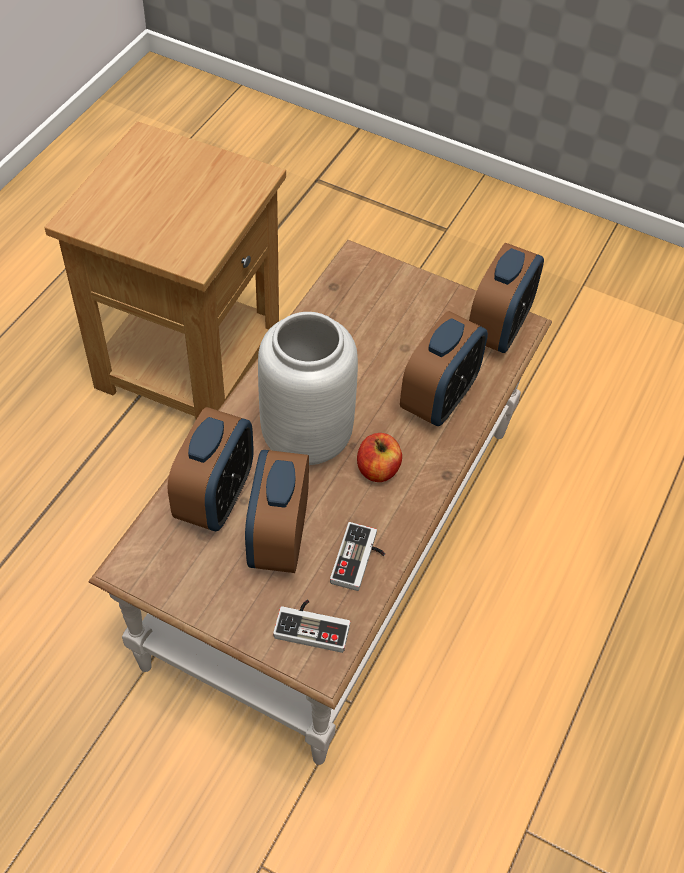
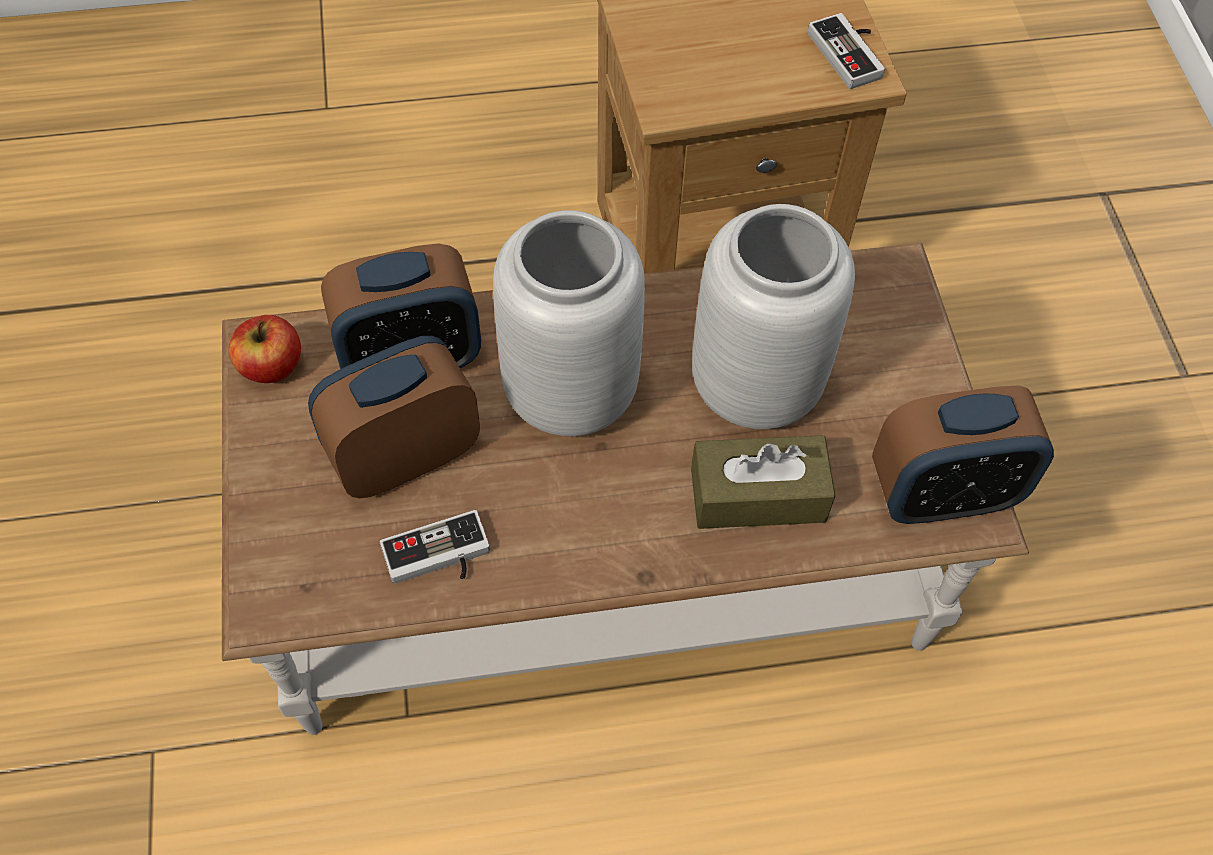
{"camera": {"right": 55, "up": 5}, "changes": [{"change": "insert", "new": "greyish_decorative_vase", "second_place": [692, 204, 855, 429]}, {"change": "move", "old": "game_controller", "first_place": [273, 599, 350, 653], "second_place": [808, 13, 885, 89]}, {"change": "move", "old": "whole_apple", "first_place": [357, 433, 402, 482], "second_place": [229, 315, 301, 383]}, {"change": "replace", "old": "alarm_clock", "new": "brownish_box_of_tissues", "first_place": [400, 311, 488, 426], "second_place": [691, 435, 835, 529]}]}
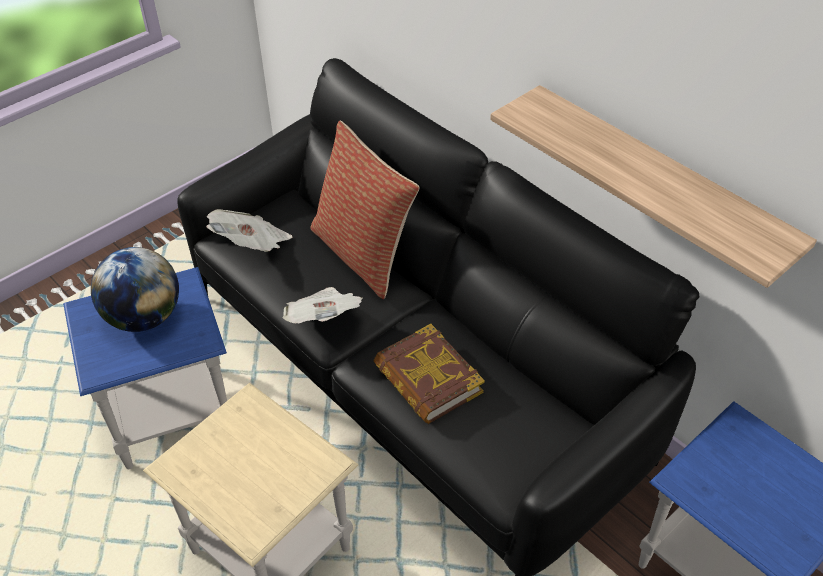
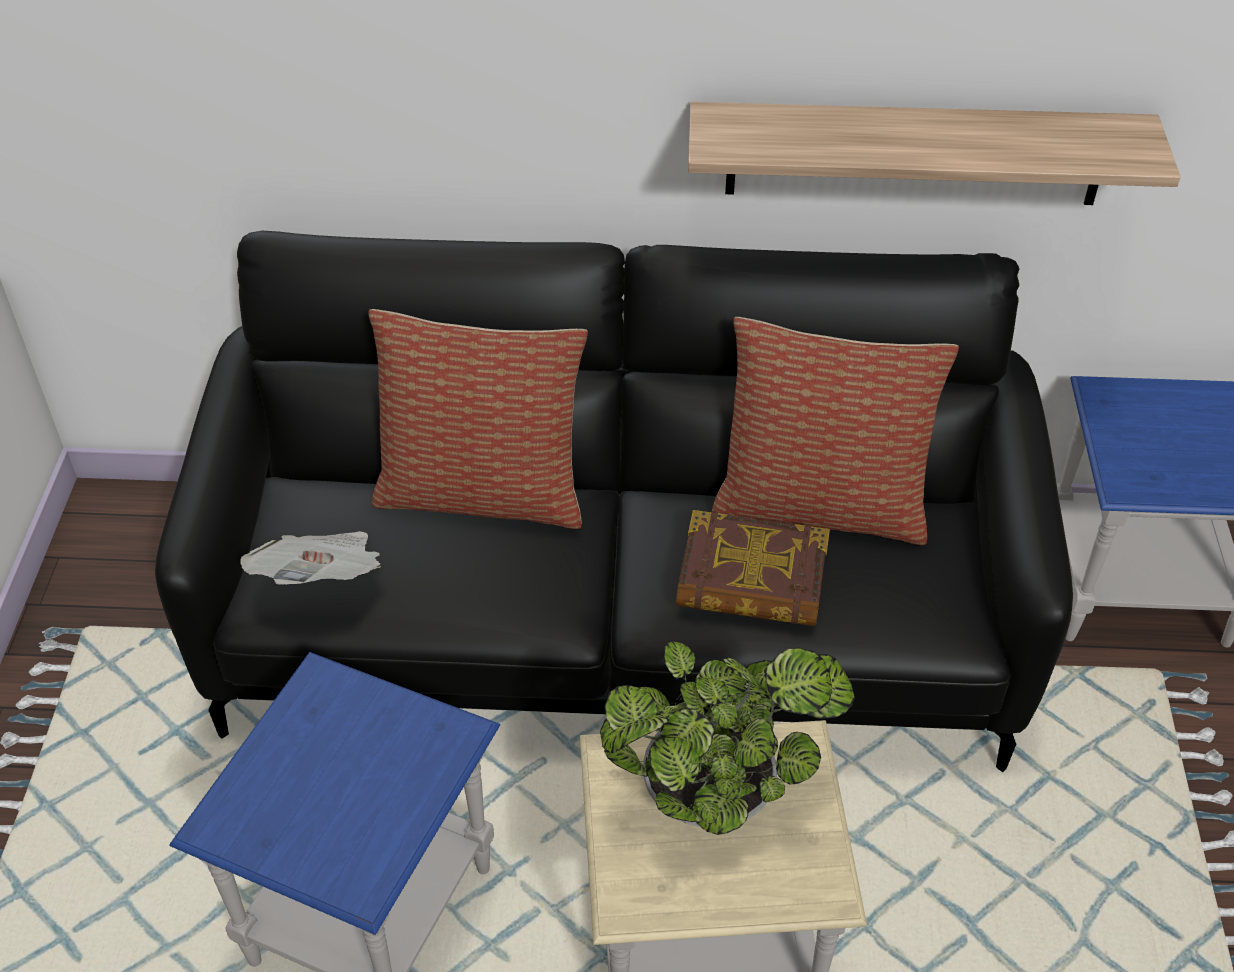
{"camera": {"right": -45, "up": 0}, "changes": [{"change": "delete", "old": "globe", "first_place": [91, 247, 179, 332]}, {"change": "delete", "old": "daily_paper", "first_place": [283, 287, 362, 323]}, {"change": "insert", "new": "plant_in_a_pot", "second_place": [600, 641, 855, 835]}, {"change": "insert", "new": "cushion", "second_place": [712, 317, 959, 545]}]}
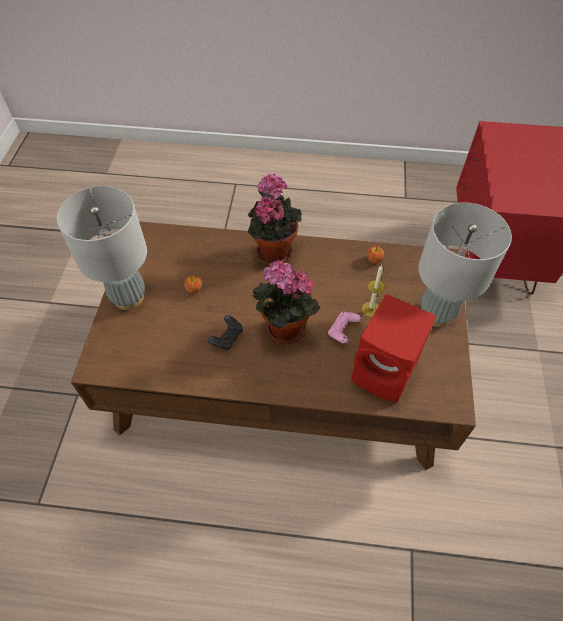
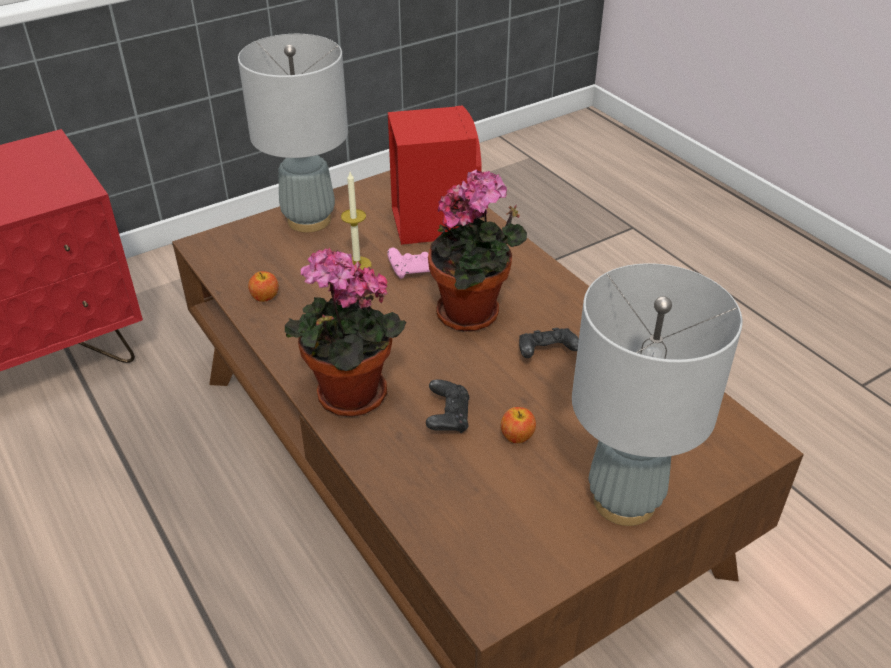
{"camera": {"right": -130, "up": -15}, "changes": [{"change": "insert", "new": "black-coloured_game_controller", "second_place": [426, 379, 470, 433]}]}
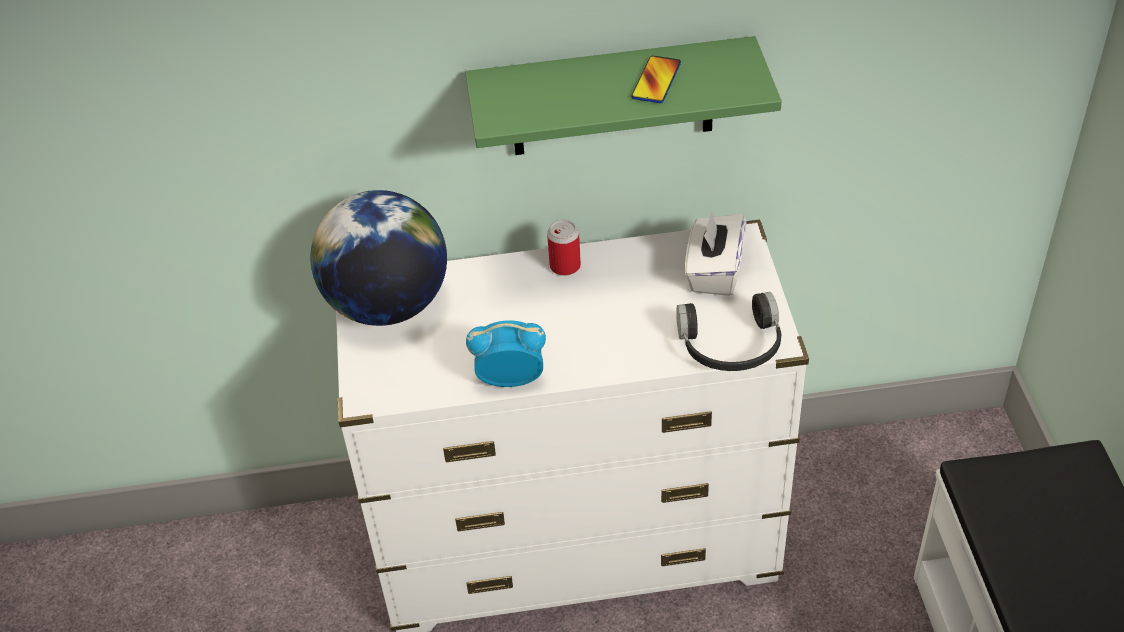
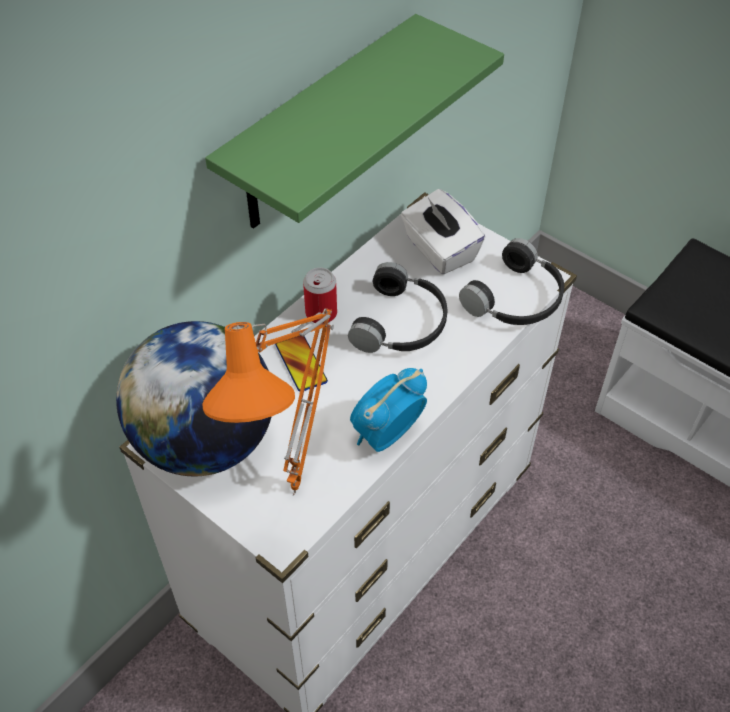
{"camera": {"right": -45, "up": 5}, "changes": [{"change": "insert", "new": "orange_tabletop_lamp", "second_place": [202, 308, 334, 496]}, {"change": "insert", "new": "black-coloured_headphones", "second_place": [348, 262, 448, 353]}, {"change": "move", "old": "phone", "first_place": [631, 56, 681, 103], "second_place": [275, 336, 328, 392]}]}
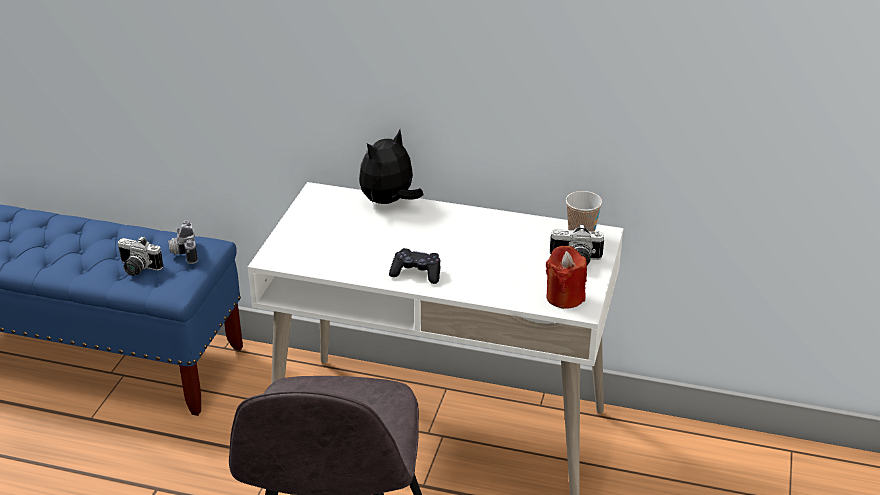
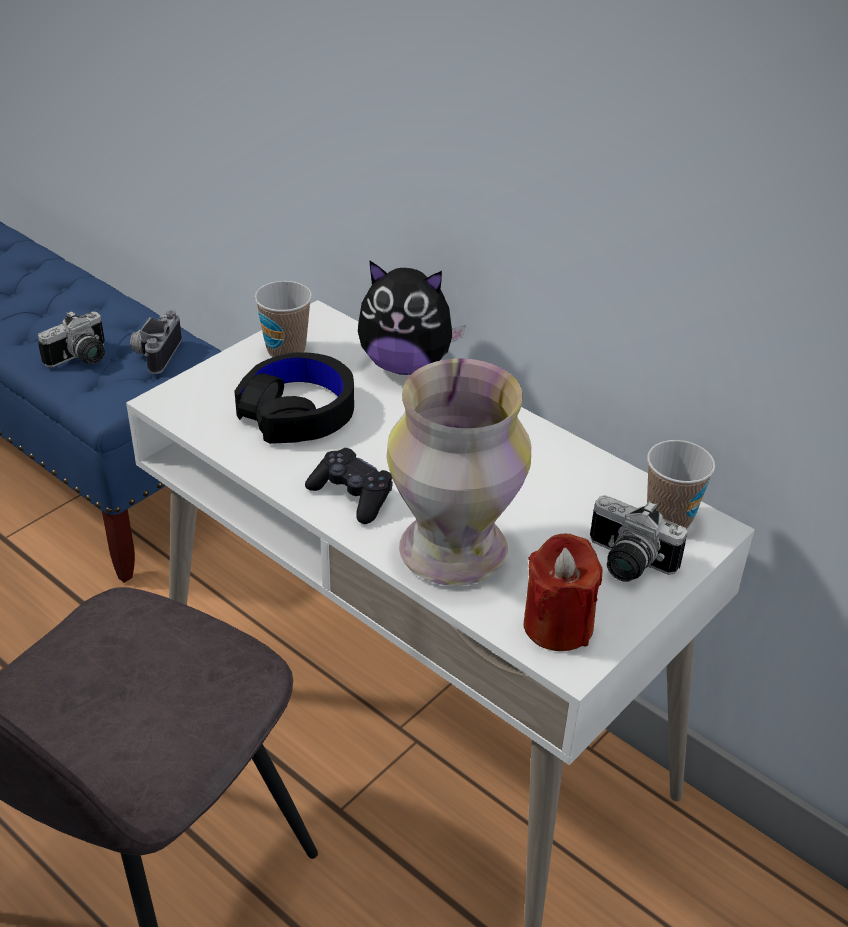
{"camera": {"right": 25, "up": 5}, "changes": [{"change": "insert", "new": "black-coloured_headphones", "second_place": [234, 352, 354, 444]}, {"change": "insert", "new": "drinking_cup", "second_place": [254, 281, 312, 357]}, {"change": "insert", "new": "decorative_vase", "second_place": [387, 358, 531, 586]}, {"change": "rotate", "old": "photo_camera", "first_place": [117, 236, 163, 276], "second_place": [38, 311, 105, 368], "degrees": -90}, {"change": "rotate", "old": "soft_toy", "first_place": [359, 130, 423, 204], "second_place": [358, 260, 466, 375], "degrees": -150}]}
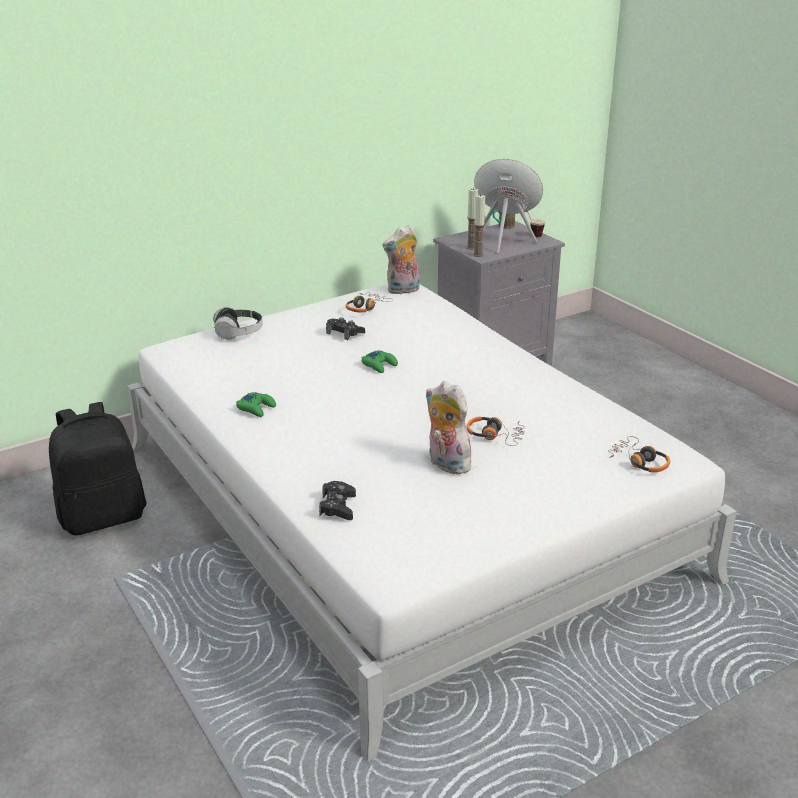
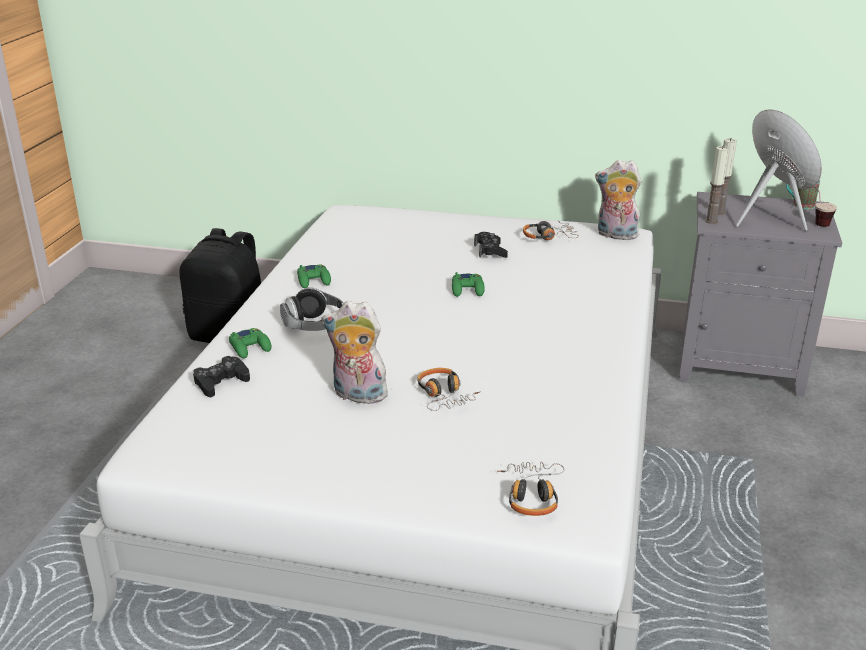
{"camera": {"right": 45, "up": 0}, "changes": [{"change": "insert", "new": "green-coloured_game_controller", "second_place": [229, 328, 272, 358]}, {"change": "move", "old": "headphones", "first_place": [213, 307, 263, 340], "second_place": [280, 287, 344, 331]}, {"change": "rotate", "old": "soft_toy", "first_place": [425, 381, 477, 474], "second_place": [322, 301, 388, 404], "degrees": -75}]}
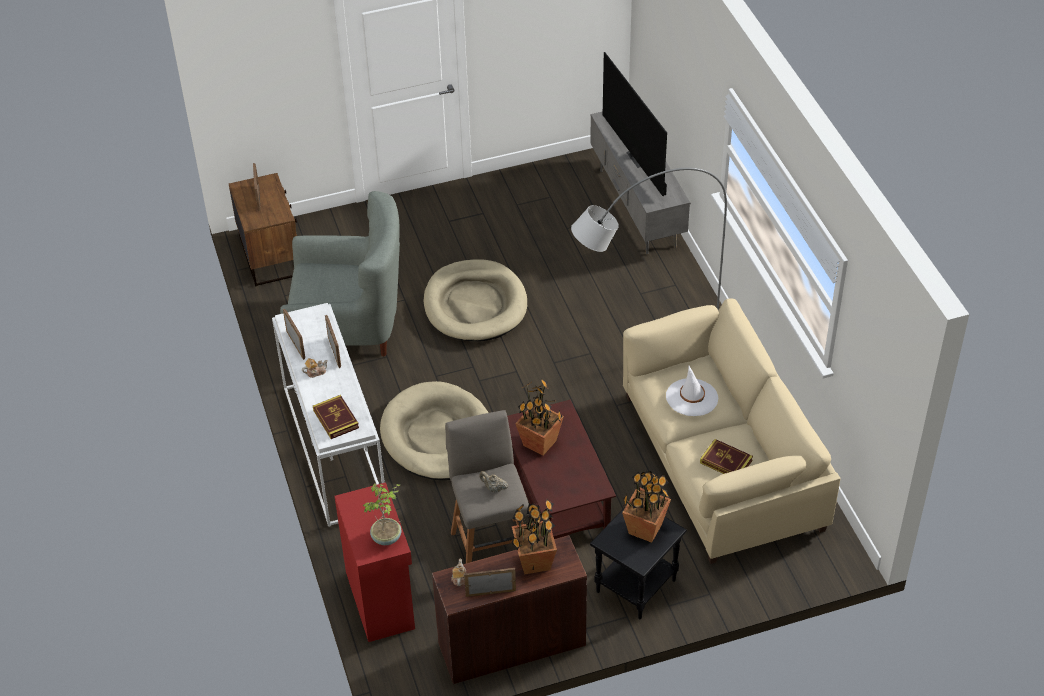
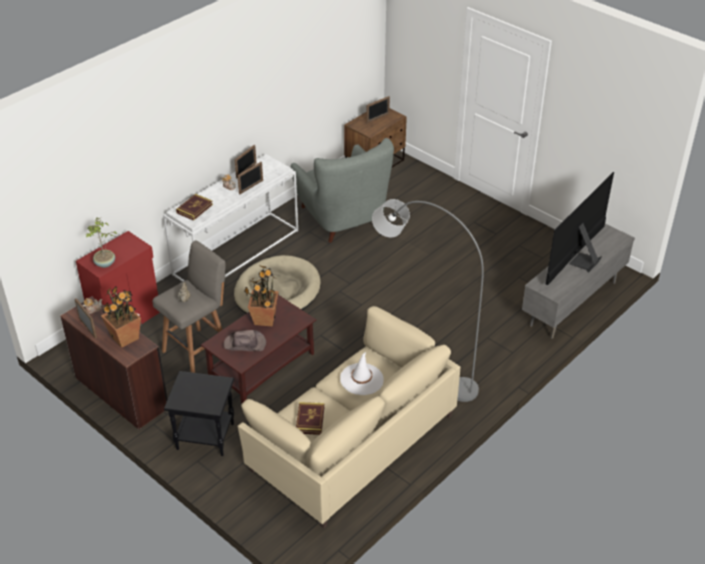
{"camera": {"right": 60, "up": -5}, "changes": [{"change": "delete", "old": "sand-coloured_dog_bed", "first_place": [424, 259, 527, 341]}, {"change": "delete", "old": "plant_in_a_pot", "first_place": [622, 471, 671, 543]}, {"change": "insert", "new": "brownish_clothing_hat", "second_place": [224, 330, 266, 351]}]}
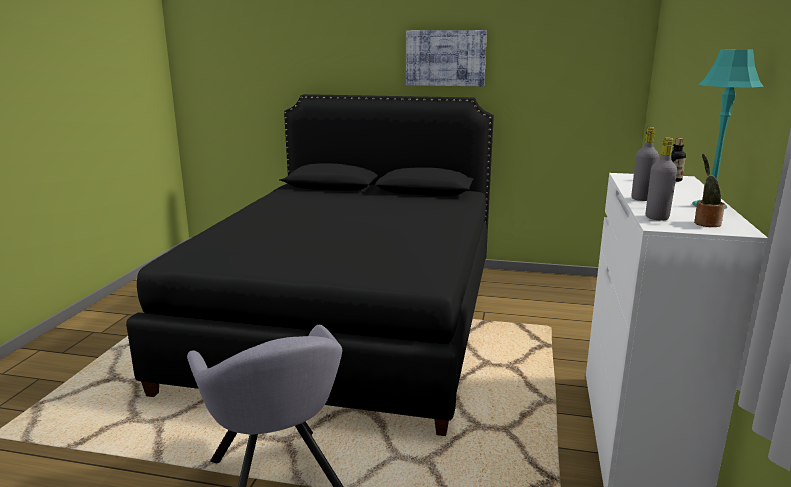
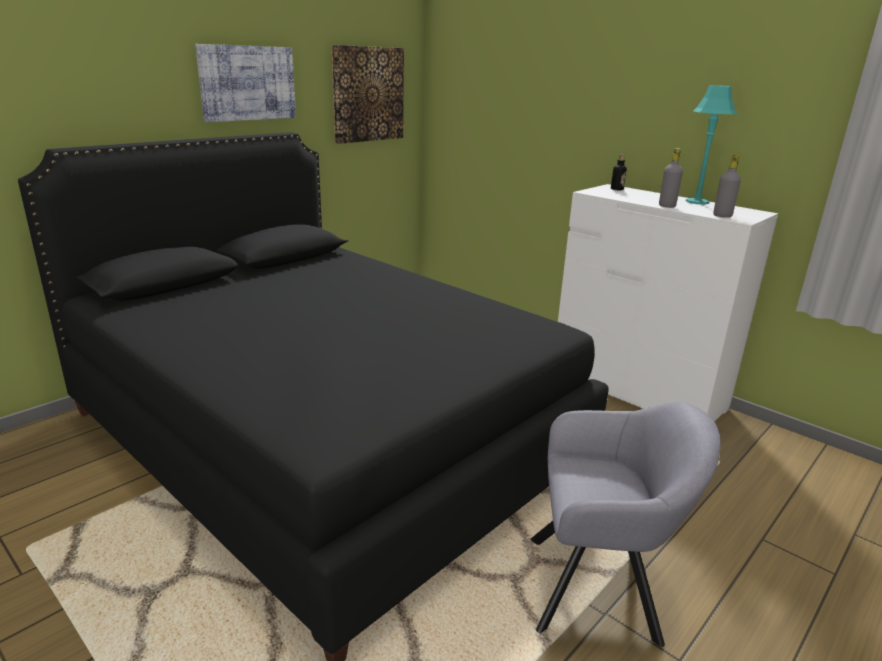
{"camera": {"right": -60, "up": 5}, "changes": [{"change": "delete", "old": "plant_in_a_pot", "first_place": [694, 154, 725, 227]}, {"change": "insert", "new": "picture", "second_place": [332, 45, 404, 144]}]}
